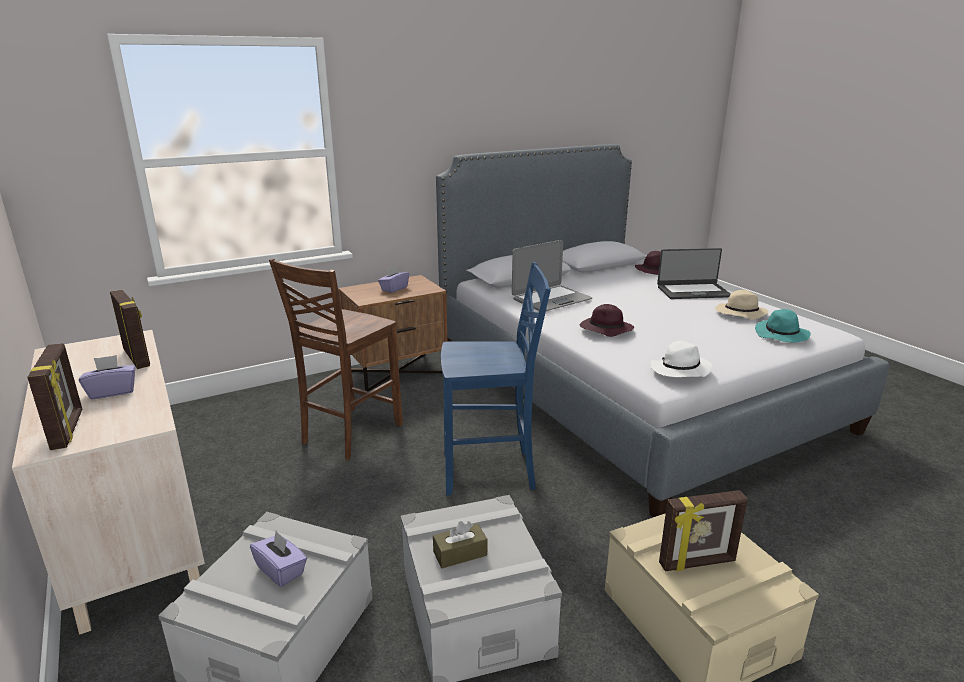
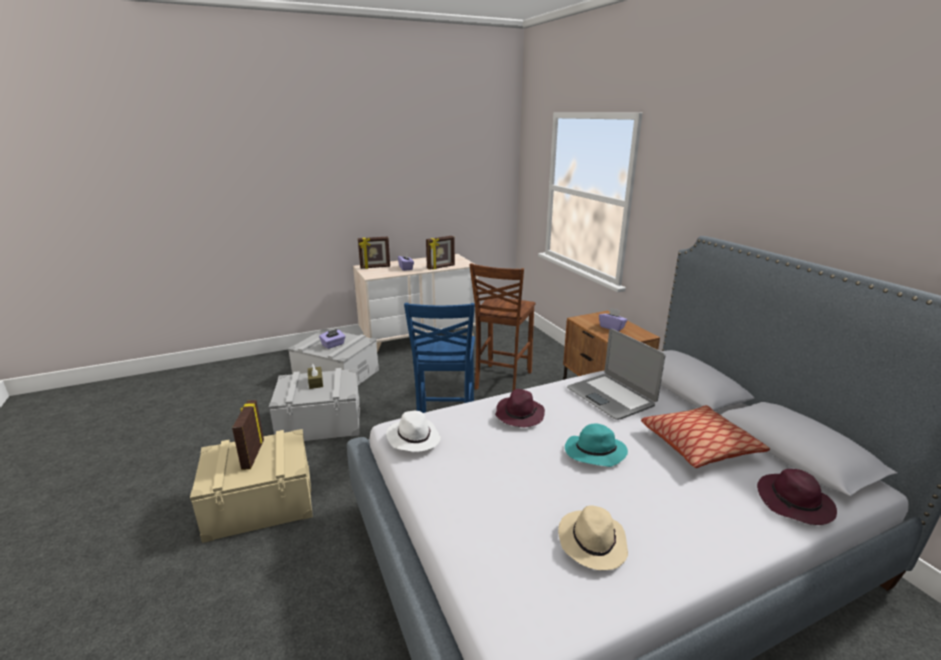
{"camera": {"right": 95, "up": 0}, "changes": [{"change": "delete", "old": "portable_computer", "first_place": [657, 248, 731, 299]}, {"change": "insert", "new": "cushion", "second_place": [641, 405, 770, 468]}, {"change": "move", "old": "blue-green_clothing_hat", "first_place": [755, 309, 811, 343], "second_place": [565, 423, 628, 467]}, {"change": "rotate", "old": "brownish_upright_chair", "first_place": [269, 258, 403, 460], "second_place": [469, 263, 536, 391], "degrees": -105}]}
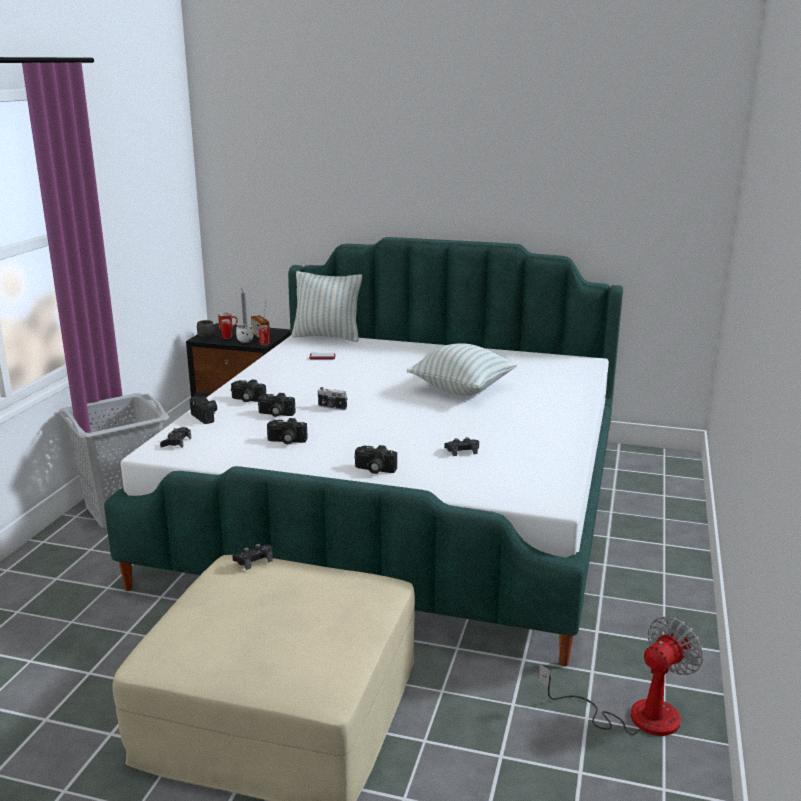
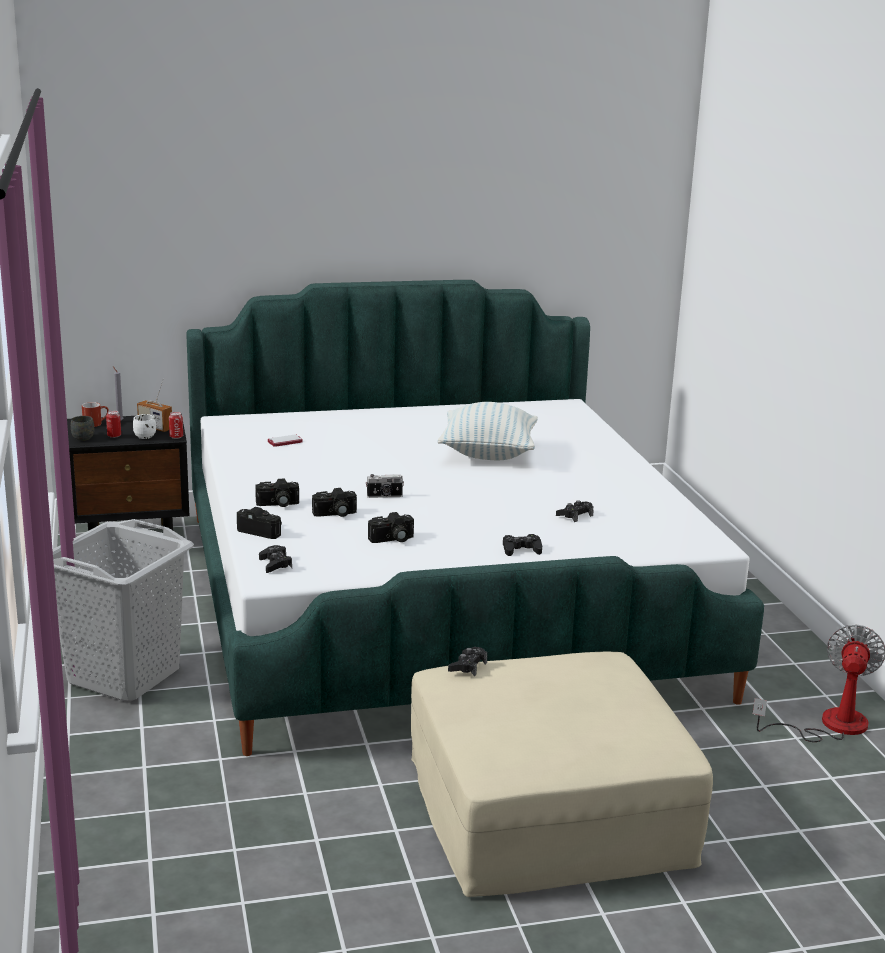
{"camera": {"right": -30, "up": 0}, "changes": [{"change": "delete", "old": "cushion", "first_place": [292, 271, 362, 342]}, {"change": "replace", "old": "photo_camera", "new": "black-coloured_game_controller", "first_place": [354, 445, 397, 474], "second_place": [503, 534, 542, 556]}]}
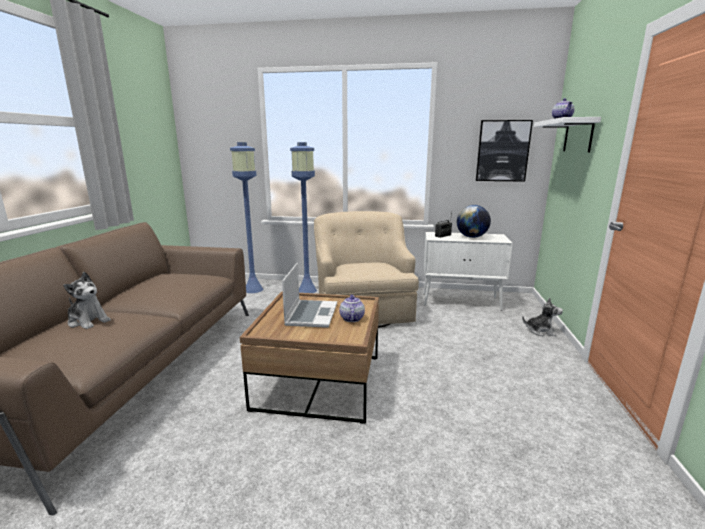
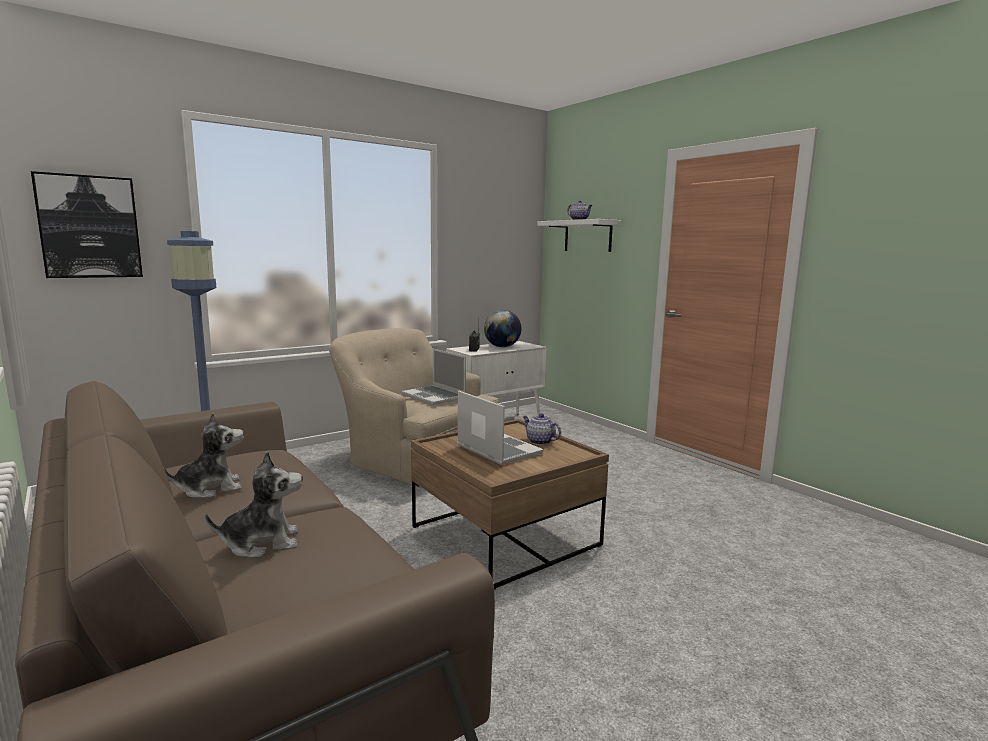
{"camera": {"right": -45, "up": -5}, "changes": [{"change": "delete", "old": "blue-coloured_floor_lamp", "first_place": [290, 142, 317, 293]}, {"change": "insert", "new": "portable_computer", "second_place": [402, 349, 466, 405]}, {"change": "move", "old": "picture", "first_place": [476, 120, 533, 182], "second_place": [31, 171, 143, 278]}, {"change": "move", "old": "soft_toy", "first_place": [522, 298, 563, 336], "second_place": [163, 412, 244, 498]}]}
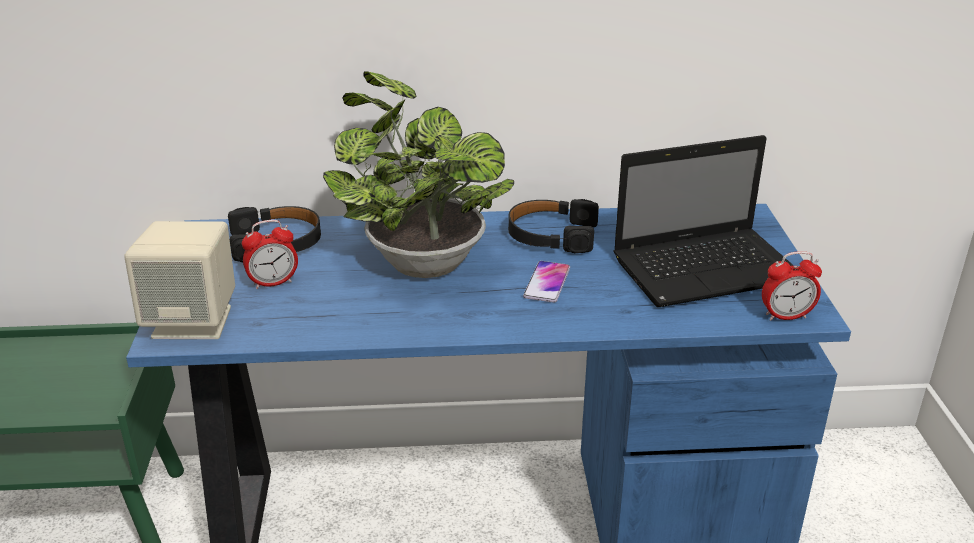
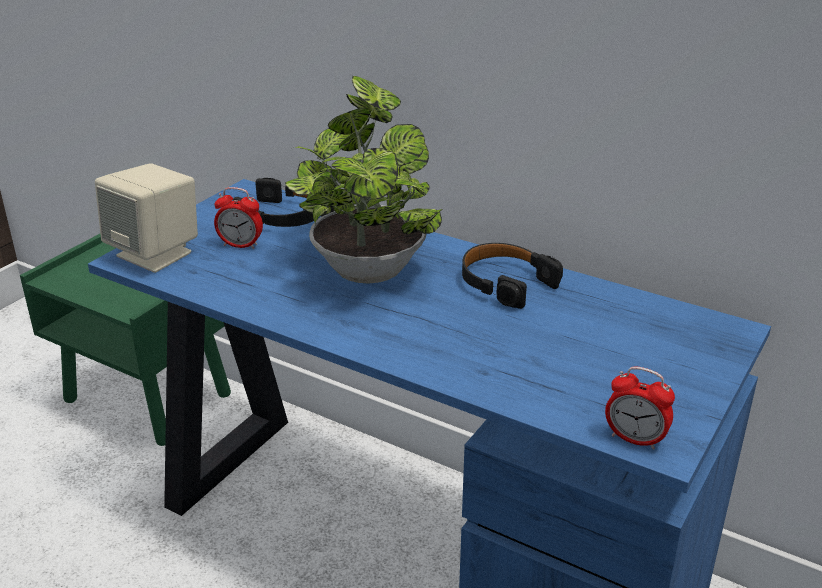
{"camera": {"right": 35, "up": 0}, "changes": [{"change": "delete", "old": "phone", "first_place": [523, 261, 570, 302]}, {"change": "delete", "old": "portable_computer", "first_place": [613, 135, 794, 307]}]}
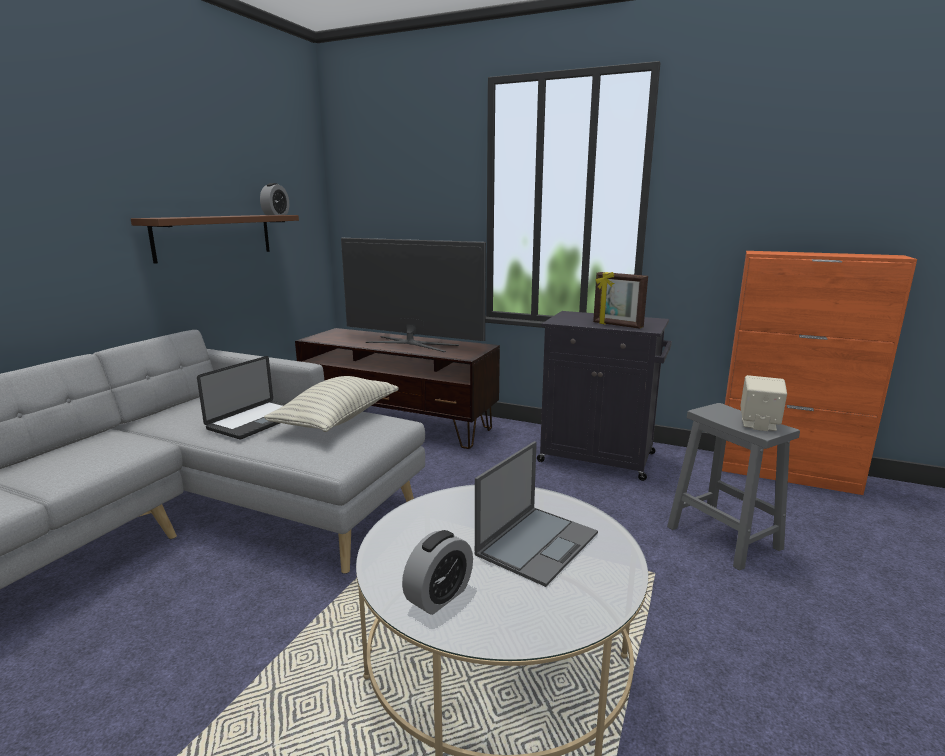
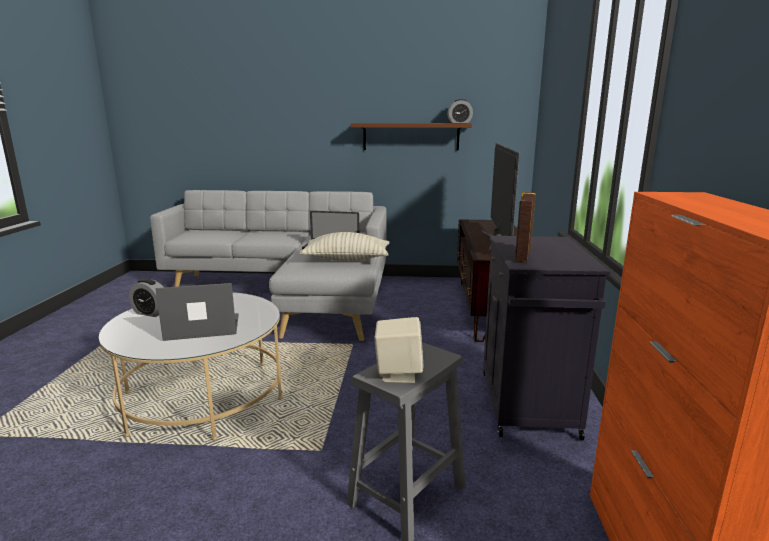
{"camera": {"right": 70, "up": 0}, "changes": [{"change": "rotate", "old": "portable_computer", "first_place": [475, 441, 598, 587], "second_place": [155, 283, 239, 341], "degrees": 150}]}
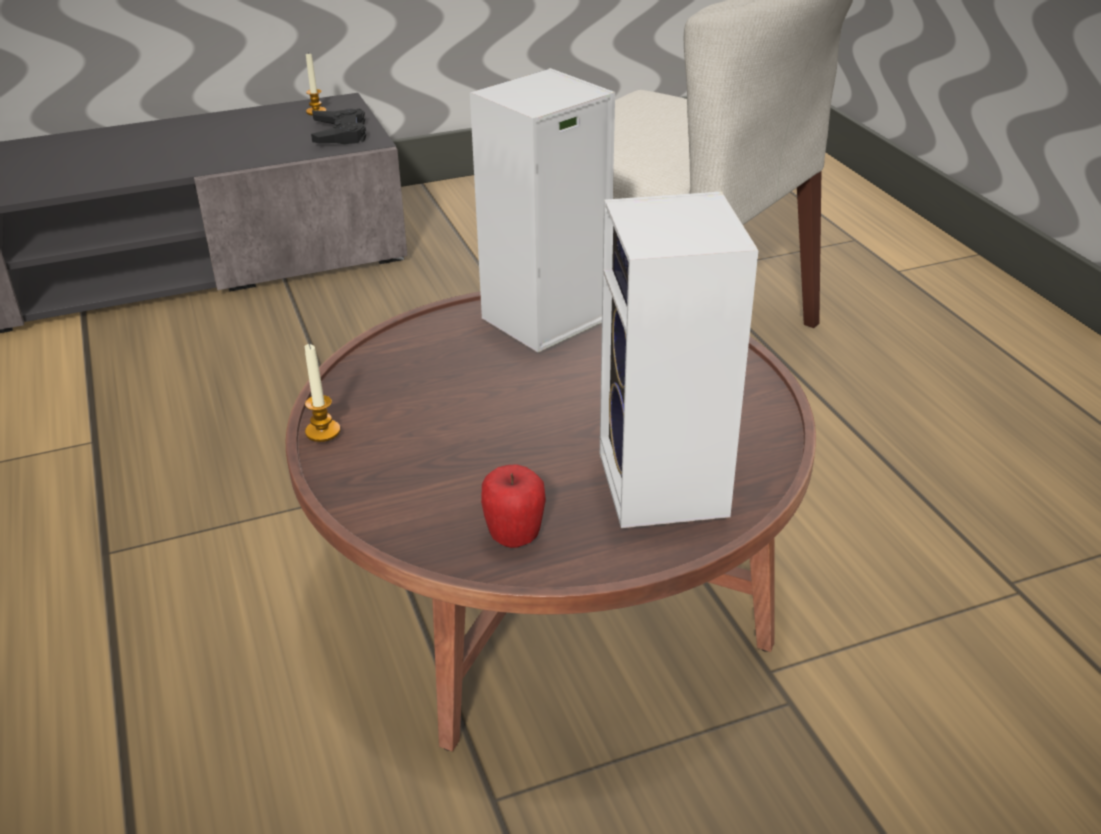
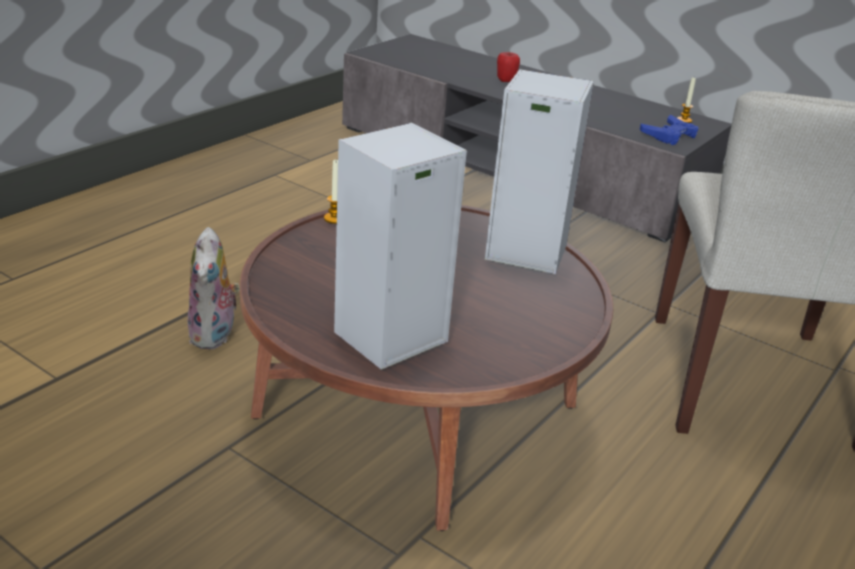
{"camera": {"right": 55, "up": -5}, "changes": [{"change": "insert", "new": "soft_toy", "second_place": [188, 227, 240, 349]}, {"change": "move", "old": "whole_apple", "first_place": [481, 464, 546, 548], "second_place": [497, 52, 520, 82]}, {"change": "recolor", "old": "black-coloured_game_controller", "new": "blue-coloured_game_controller", "first_place": [311, 108, 366, 144], "second_place": [640, 115, 699, 145]}]}
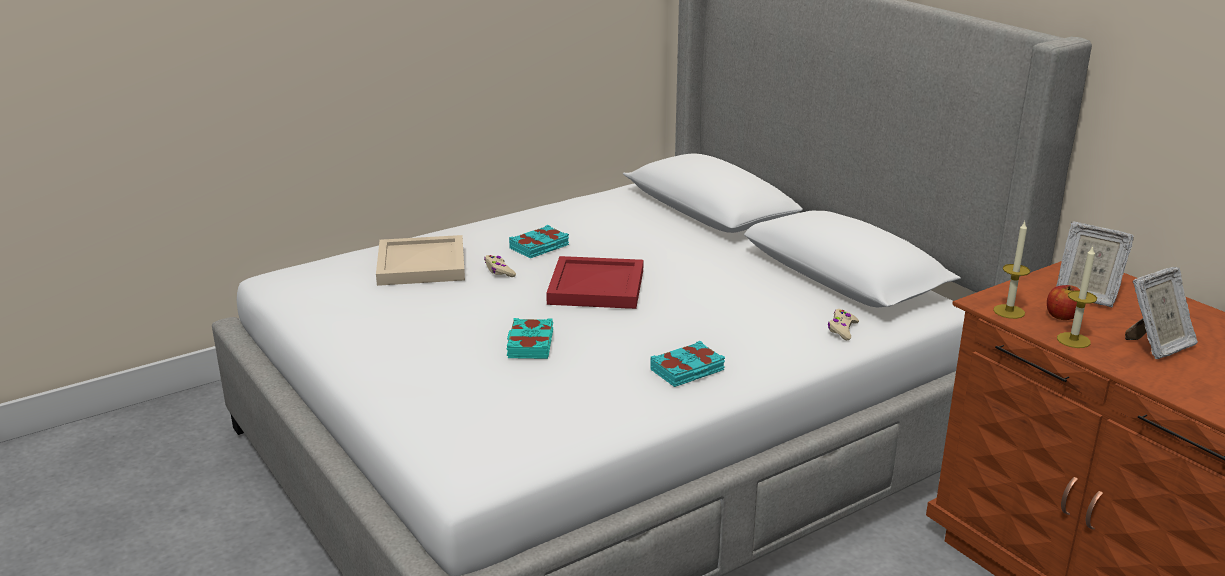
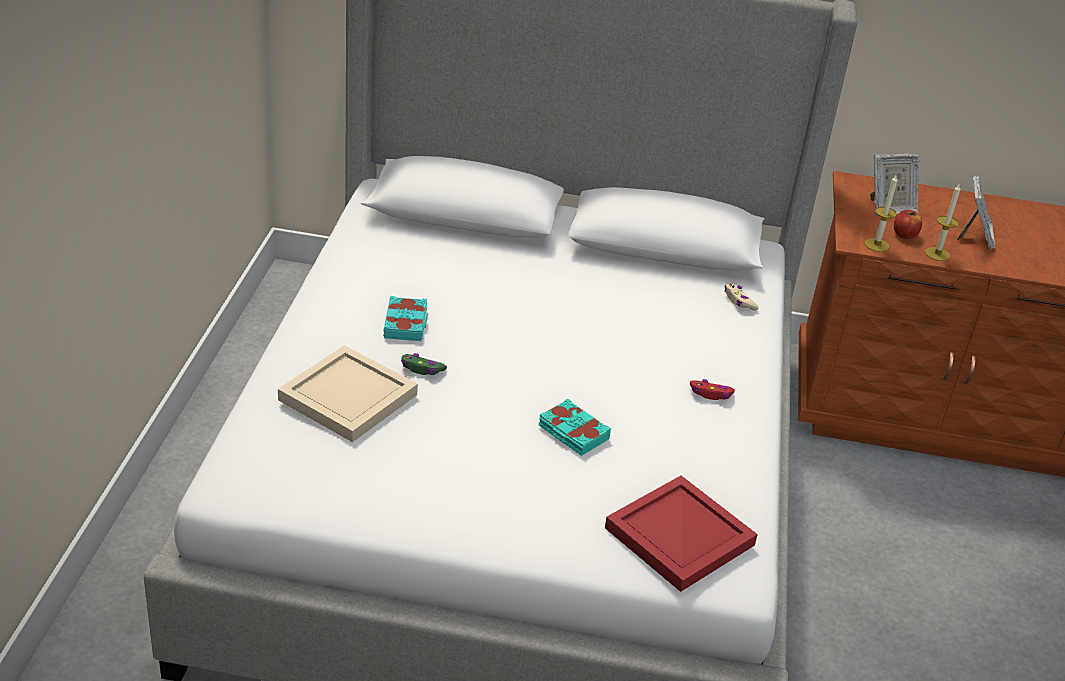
{"camera": {"right": -50, "up": 10}, "changes": [{"change": "move", "old": "red_serving_tray", "first_place": [546, 256, 643, 309], "second_place": [605, 476, 758, 592]}, {"change": "replace", "old": "blue-green_bound_book", "new": "red_game_controller", "first_place": [650, 341, 725, 387], "second_place": [690, 379, 735, 400]}, {"change": "recolor", "old": "sand-coloured_game_controller", "new": "green-coloured_game_controller", "first_place": [484, 255, 516, 277], "second_place": [401, 353, 447, 375]}]}
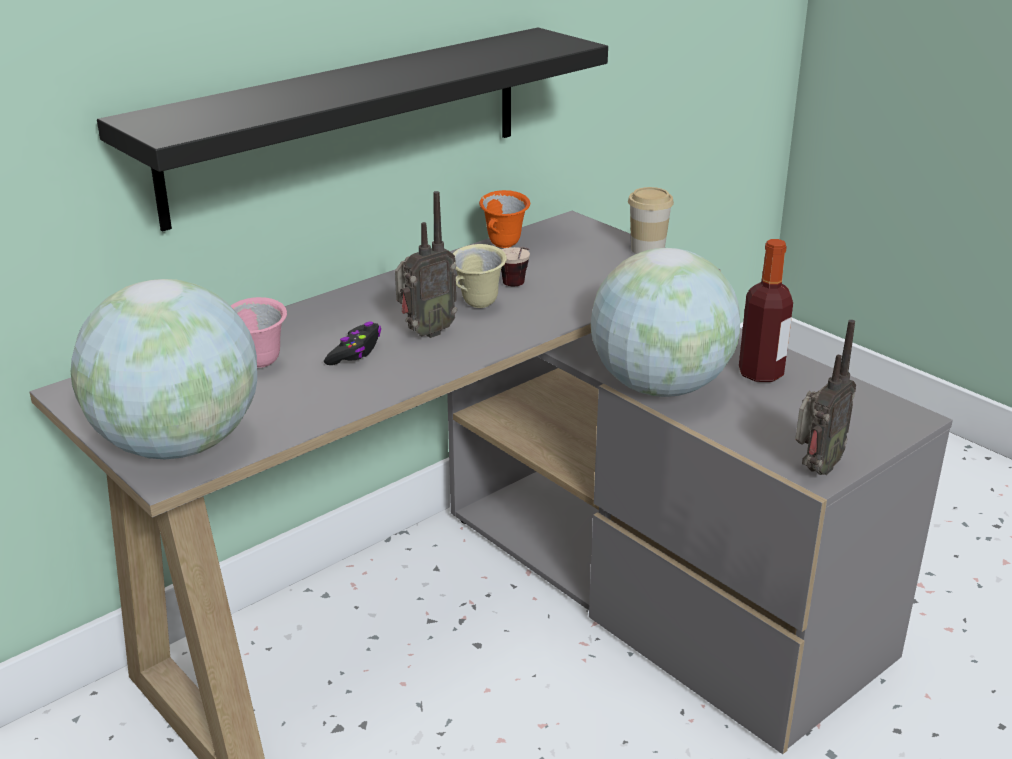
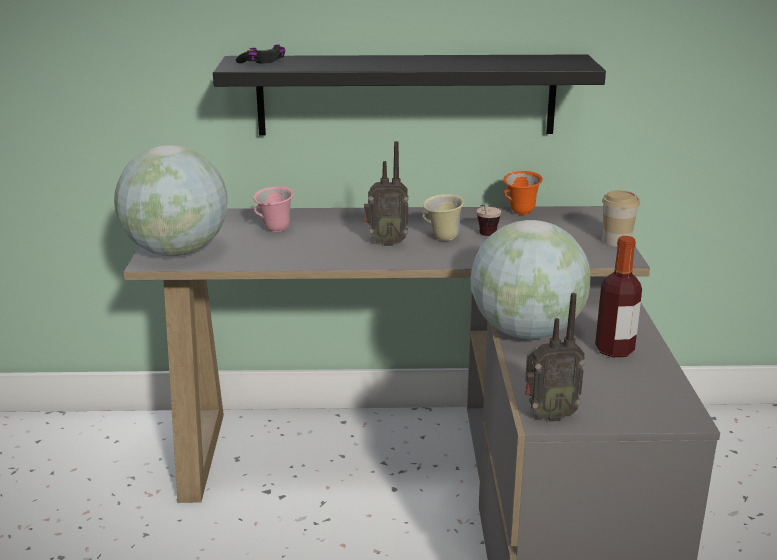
{"camera": {"right": 40, "up": -5}, "changes": [{"change": "move", "old": "black-coloured_game_controller", "first_place": [324, 321, 381, 365], "second_place": [236, 44, 285, 64]}]}
